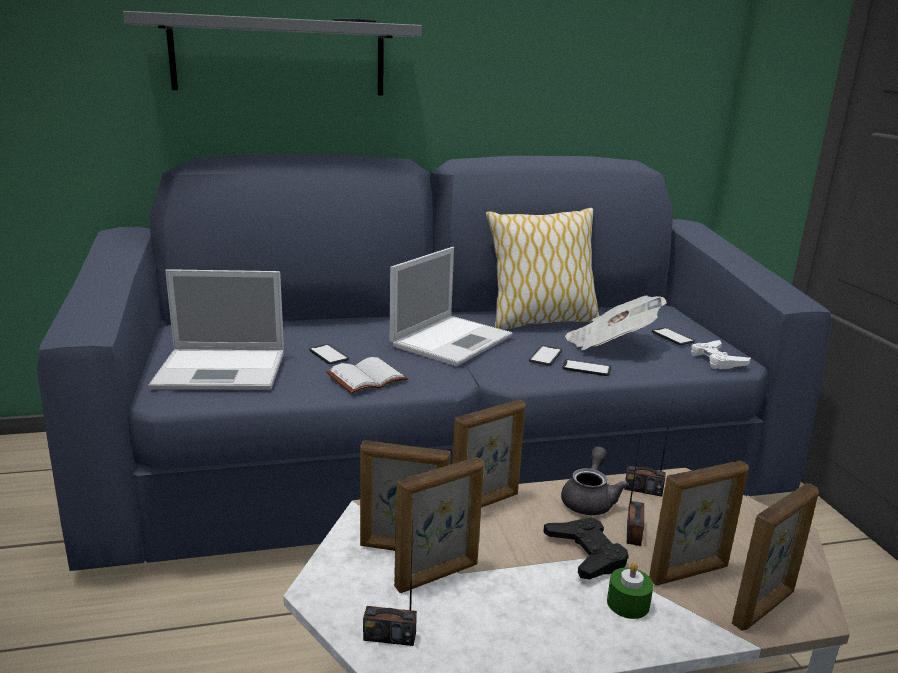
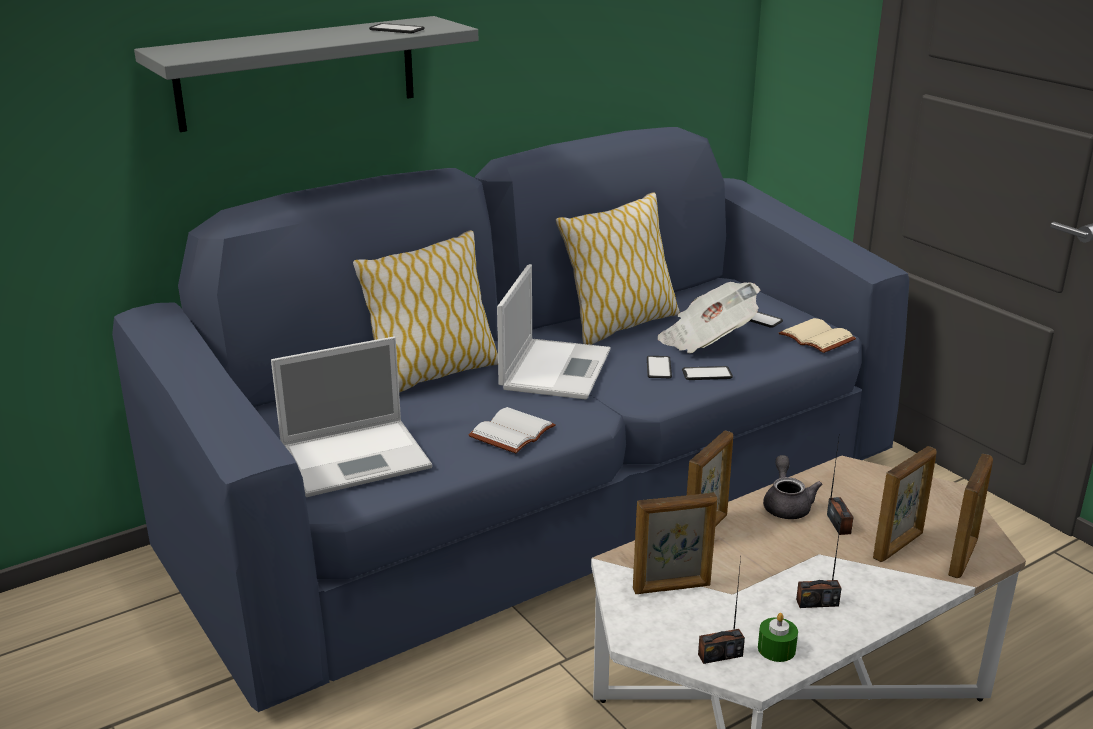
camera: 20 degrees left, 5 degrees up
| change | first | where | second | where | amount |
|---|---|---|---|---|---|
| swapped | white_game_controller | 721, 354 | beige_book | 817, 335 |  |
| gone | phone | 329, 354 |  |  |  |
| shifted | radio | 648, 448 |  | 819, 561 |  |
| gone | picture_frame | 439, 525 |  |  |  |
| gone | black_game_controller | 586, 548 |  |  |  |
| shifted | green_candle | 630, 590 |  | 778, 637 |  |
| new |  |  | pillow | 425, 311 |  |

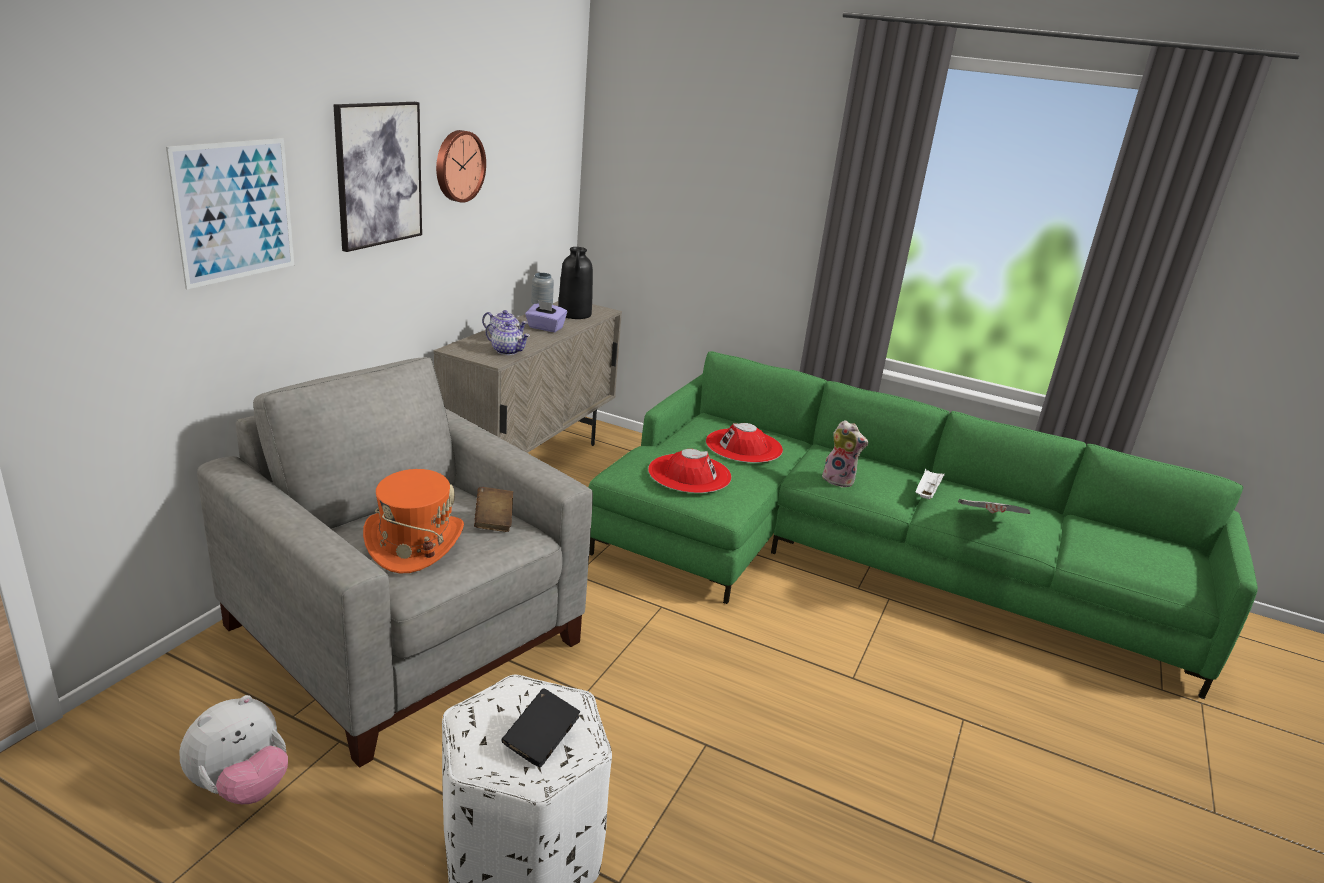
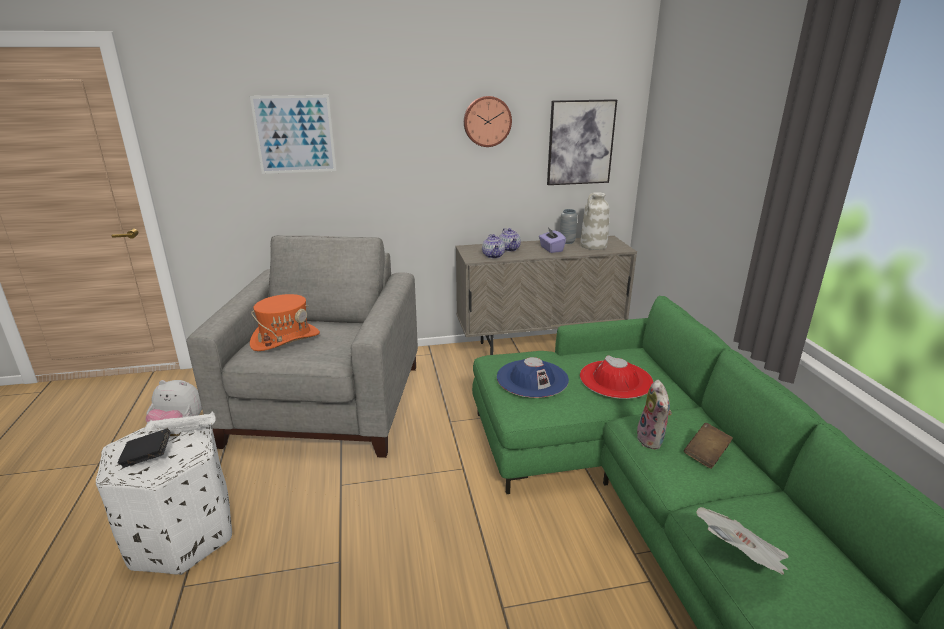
camera: 55 degrees right, 0 degrees up
| change | first | where | second | where | amount |
|---|---|---|---|---|---|
| shifted | picture | 377, 177 |  | 582, 142 |  |
| repainted | black_vase | 575, 283 | white_vase | 595, 221 |  |
| repainted | red_hat | 689, 471 | blue_hat | 533, 377 |  |
| shifted | white_tray | 930, 484 |  | 179, 423 |  |
| shifted | brown_book | 493, 509 |  | 708, 446 |  |

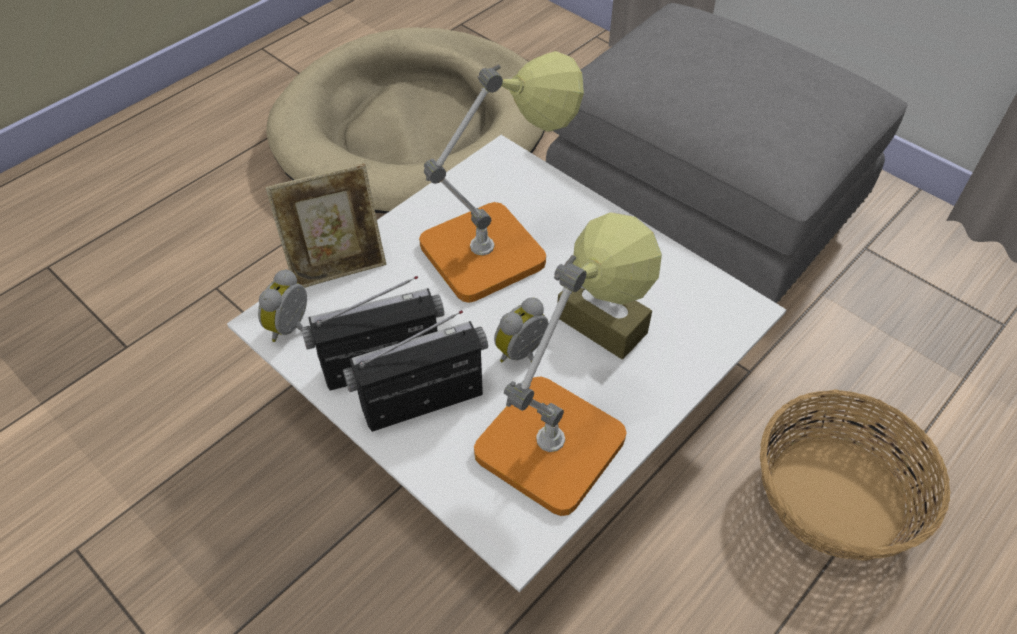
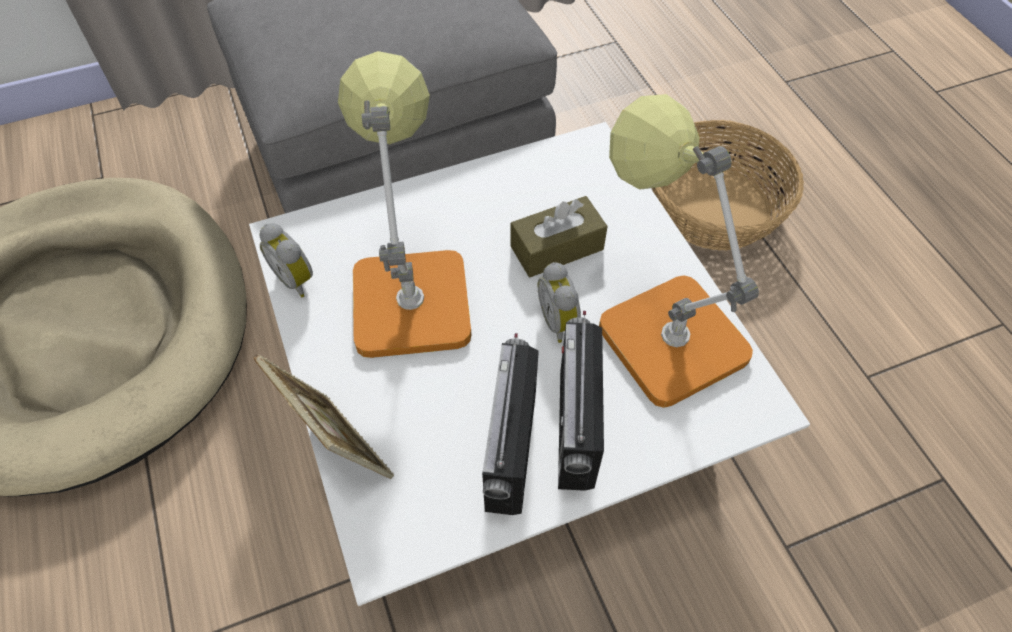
camera: 65 degrees left, 5 degrees up
| change | first | where | second | where | amount |
|---|---|---|---|---|---|
| rotated | picture_frame | 325, 225 |  | 323, 416 | 45 degrees counterclockwise |
| shifted | alarm_clock | 282, 305 |  | 286, 260 |  |

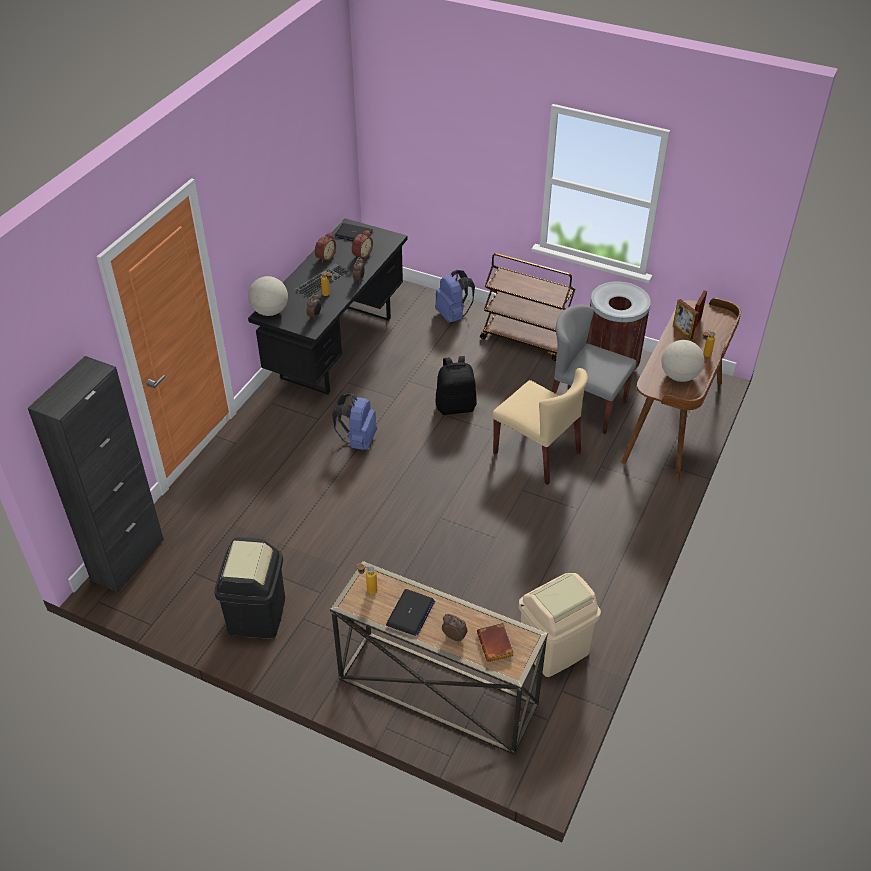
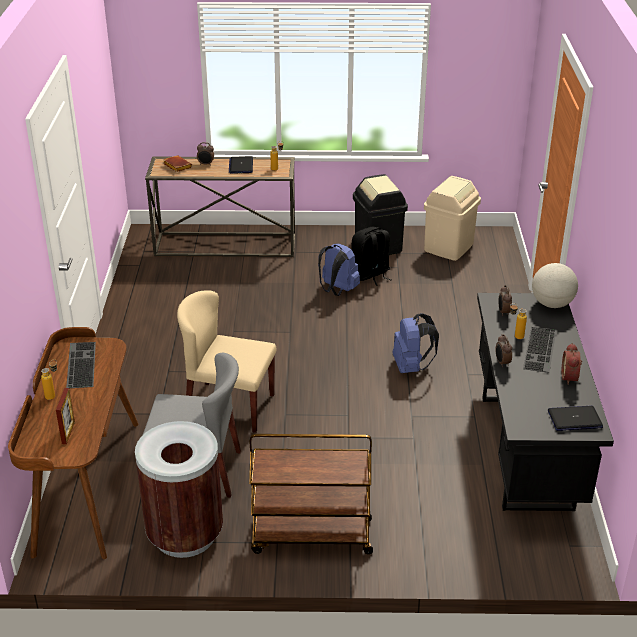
camera: 155 degrees right, 10 degrees down
| change | first | where | second | where | amount |
|---|---|---|---|---|---|
| gone | alarm_clock | 362, 244 |  |  |  |
| shifted | blue_backpack | 455, 296 |  | 339, 269 |  |
| gone | picture_frame | 686, 319 |  |  |  |
| swapped | globe | 682, 361 | keyboard | 81, 365 |  |
| gone | black_cabinet | 96, 474 |  |  |  |
| shifted | black_backpack | 456, 385 |  | 371, 256 |  |
| shifted | beige_trash_can | 560, 625 |  | 452, 218 |  |

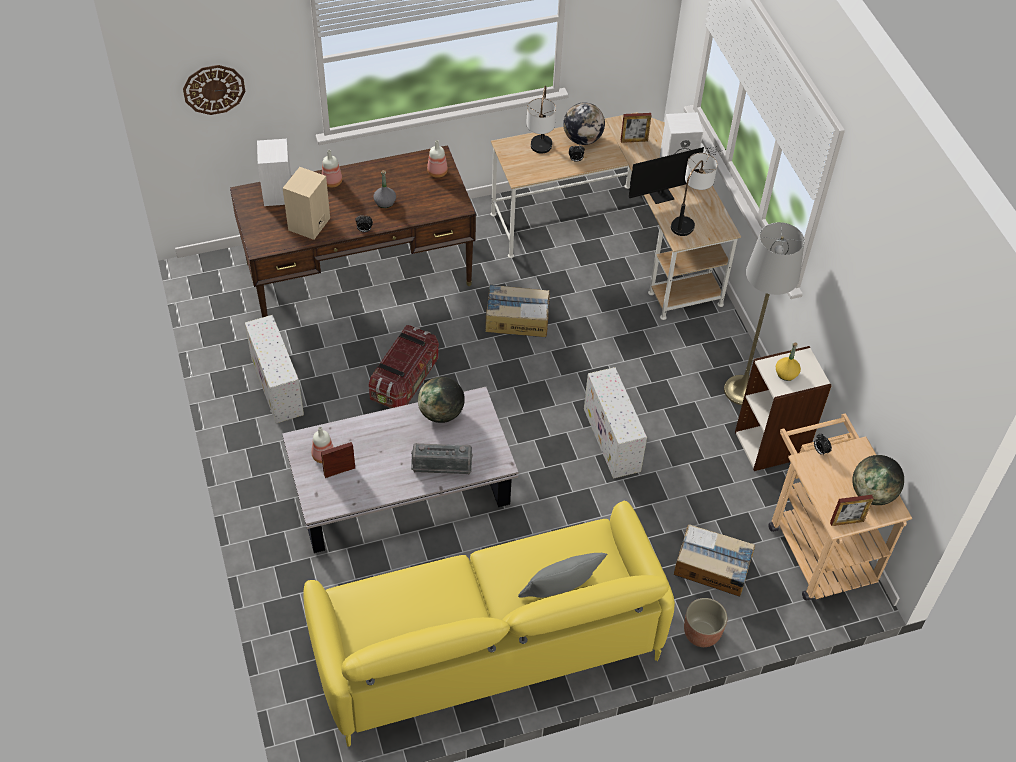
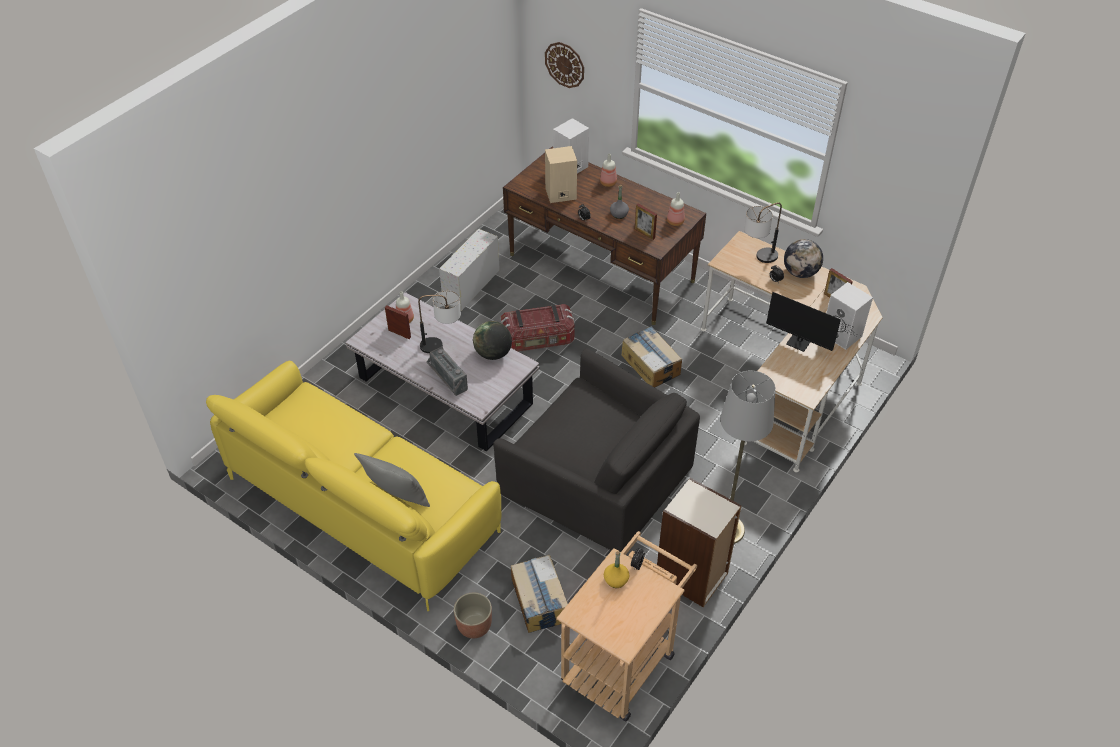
camera: 55 degrees right, 5 degrees down
| change | first | where | second | where | amount |
|---|---|---|---|---|---|
| shifted | table_lamp | 694, 194 |  | 439, 322 |  |
| shifted | yellow_bottle | 788, 362 |  | 616, 569 |  |
| swapped | white_storage_box | 615, 423 | black_armchair | 596, 450 |  |
| gone | globe | 878, 480 |  |  |  |
| shifted | picture_frame | 852, 510 |  | 646, 221 |  |

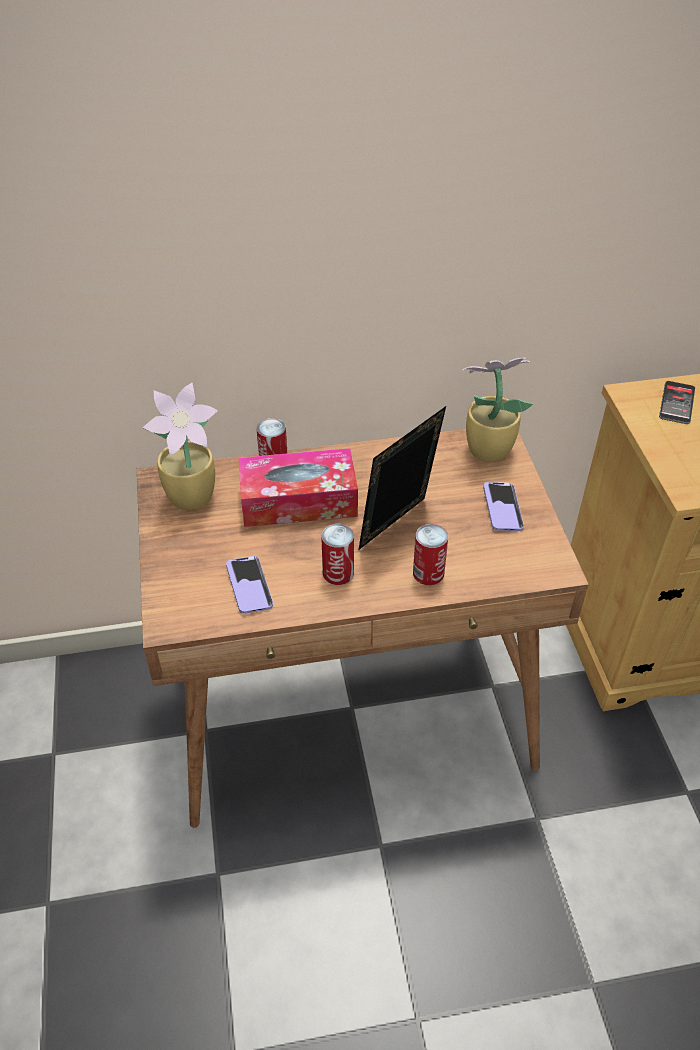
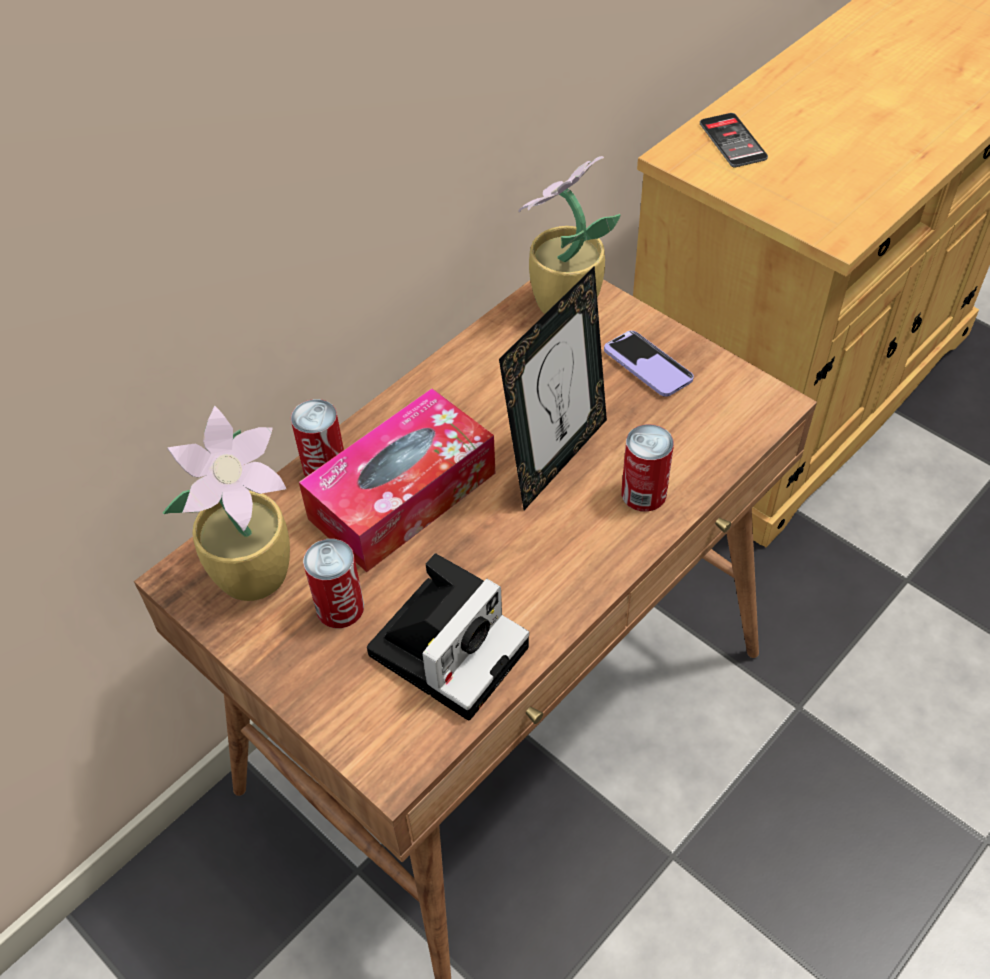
camera: 35 degrees left, 5 degrees up
| change | first | where | second | where | amount |
|---|---|---|---|---|---|
| rotated | picture_frame | 402, 478 |  | 553, 388 | 150 degrees counterclockwise |
| shifted | can | 337, 554 |  | 333, 583 |  |
| swapped | phone | 249, 585 | photo_camera | 448, 637 |  |

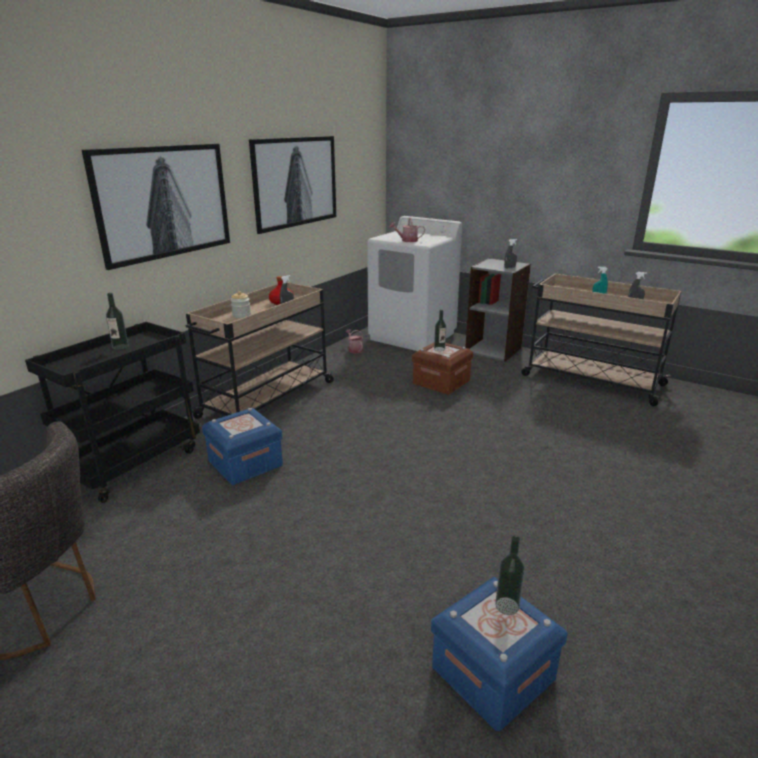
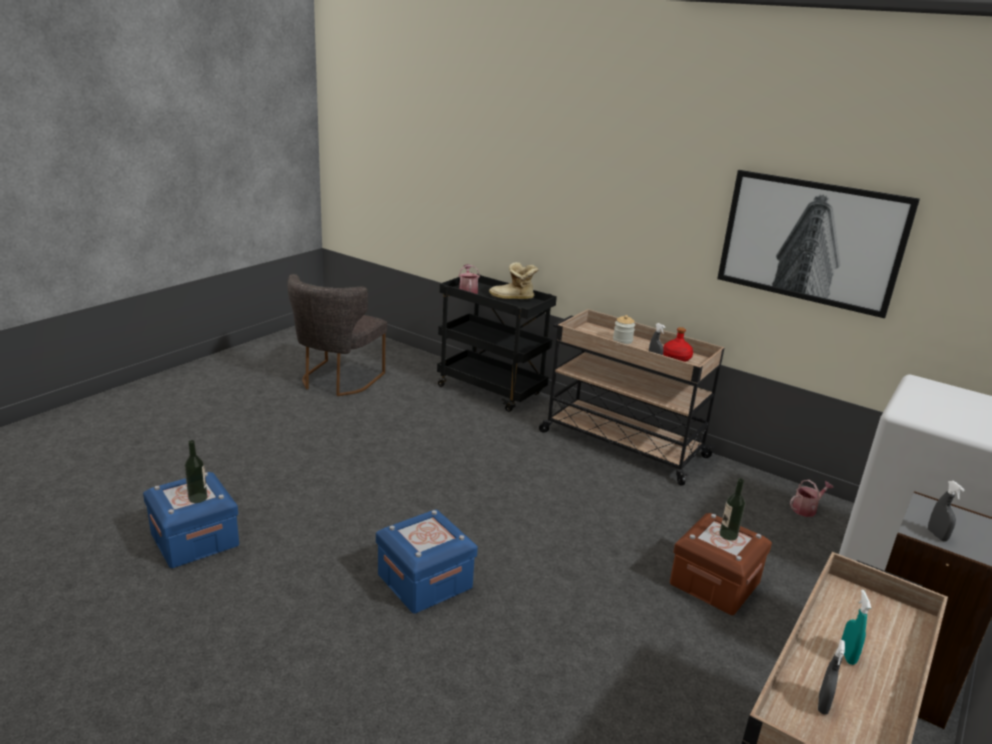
camera: 90 degrees right, 0 degrees up
| change | first | where | second | where | amount |
|---|---|---|---|---|---|
| gone | picture | 156, 207 |  |  |  |
| shifted | watering_can | 407, 229 |  | 469, 279 |  |
| swapped | bottle | 117, 321 | boot | 513, 280 |  |
| shifted | blue_storage_box | 242, 446 |  | 427, 561 |  |

